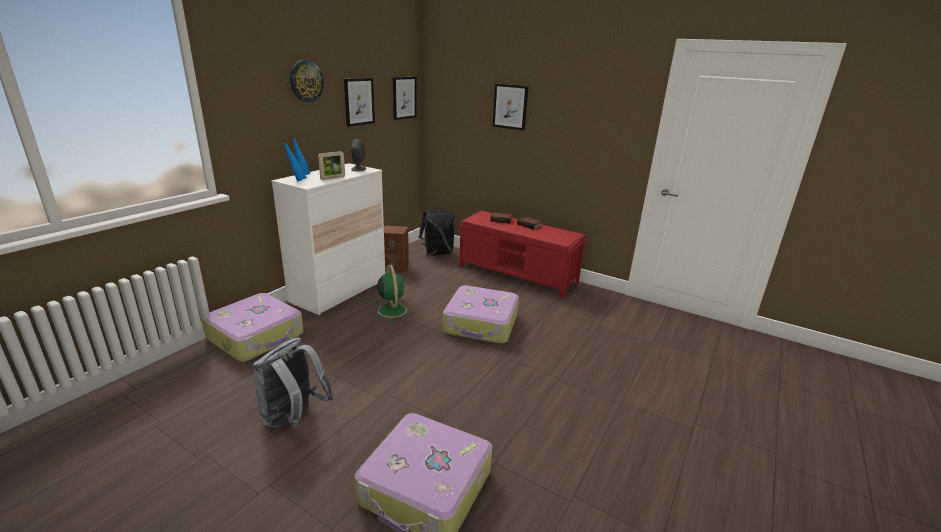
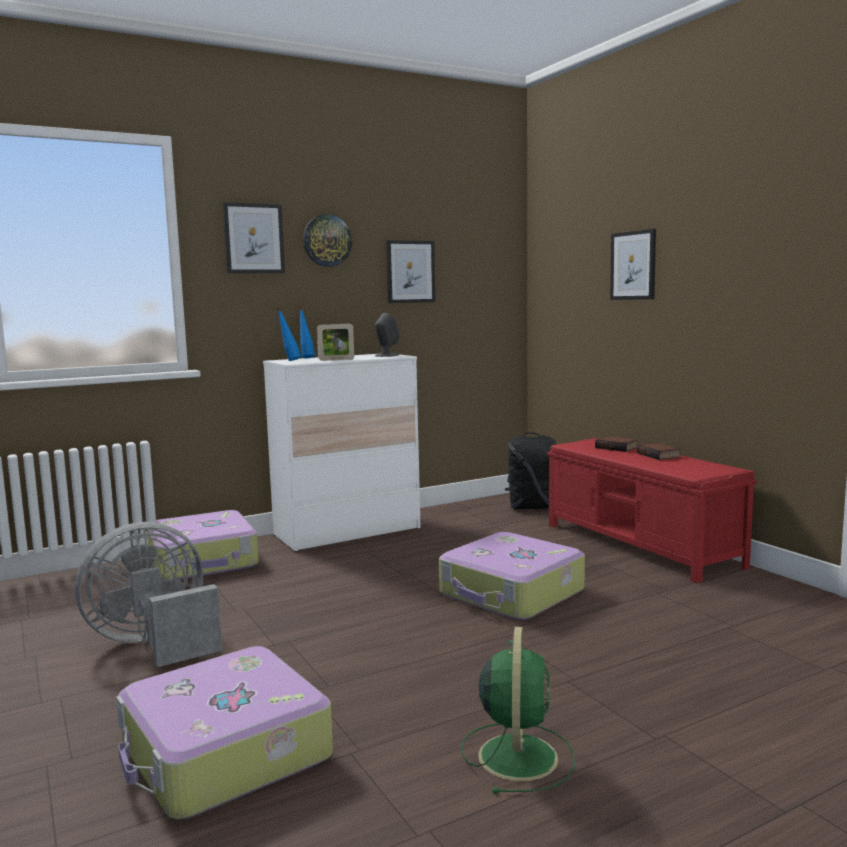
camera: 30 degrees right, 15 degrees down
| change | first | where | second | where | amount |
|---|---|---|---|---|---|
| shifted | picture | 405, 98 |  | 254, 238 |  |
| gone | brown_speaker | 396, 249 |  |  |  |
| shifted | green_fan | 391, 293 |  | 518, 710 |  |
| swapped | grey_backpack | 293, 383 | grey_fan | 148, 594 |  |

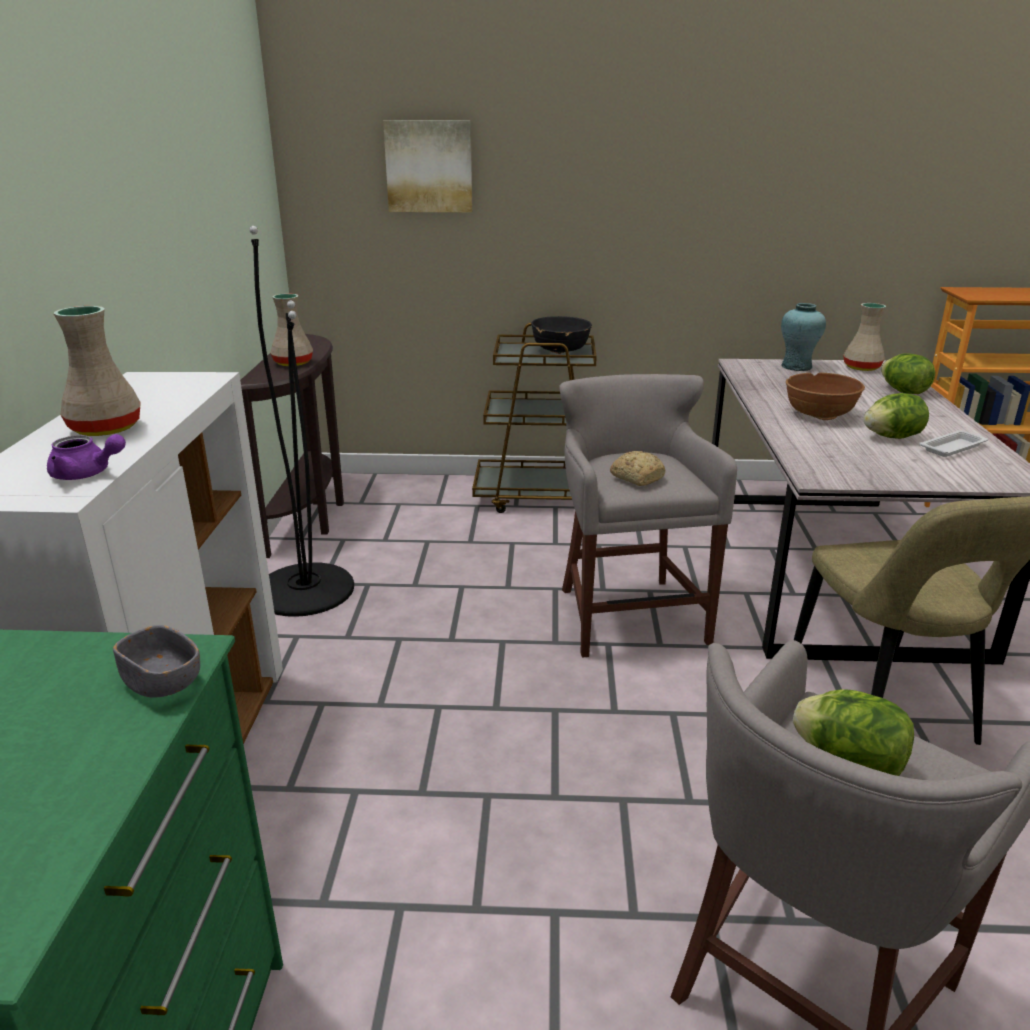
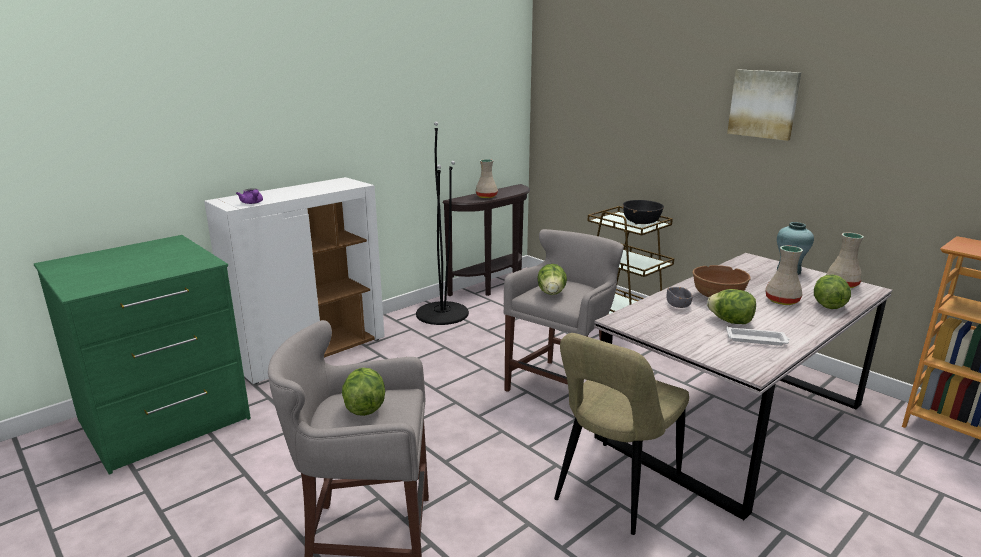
camera: 45 degrees right, 5 degrees down
| change | first | where | second | where | amount |
|---|---|---|---|---|---|
| shifted | picture | 427, 166 |  | 764, 105 |  |
| shifted | beige_vase | 97, 371 |  | 784, 275 |  |
| swapped | bread | 638, 468 | lettuce | 552, 279 |  |
| shifted | grey_bowl | 156, 661 |  | 679, 297 |  |

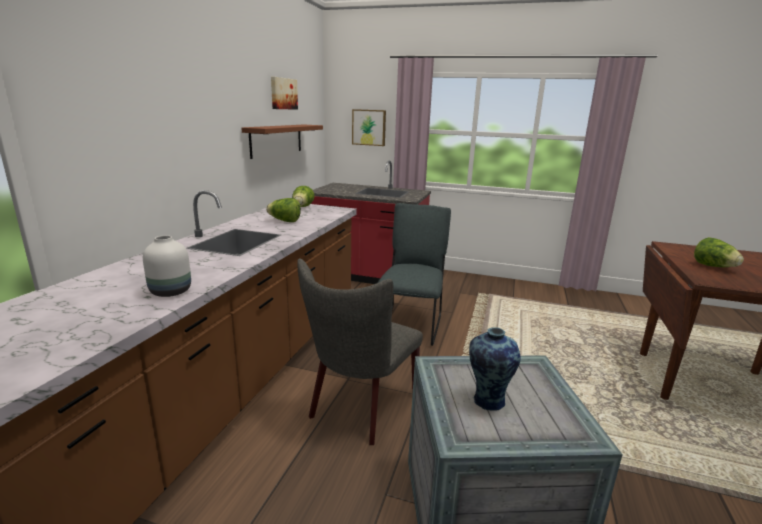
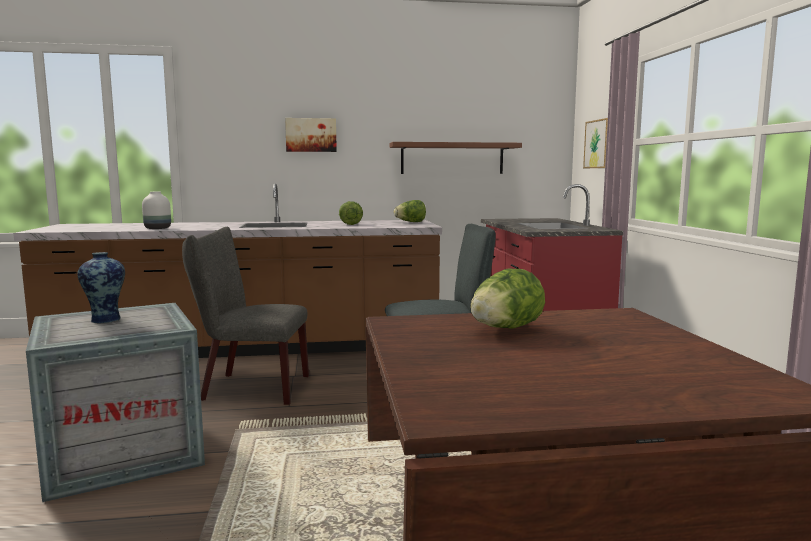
camera: 65 degrees right, 10 degrees down
| change | first | where | second | where | amount |
|---|---|---|---|---|---|
| shifted | picture | 284, 93 |  | 311, 135 |  |

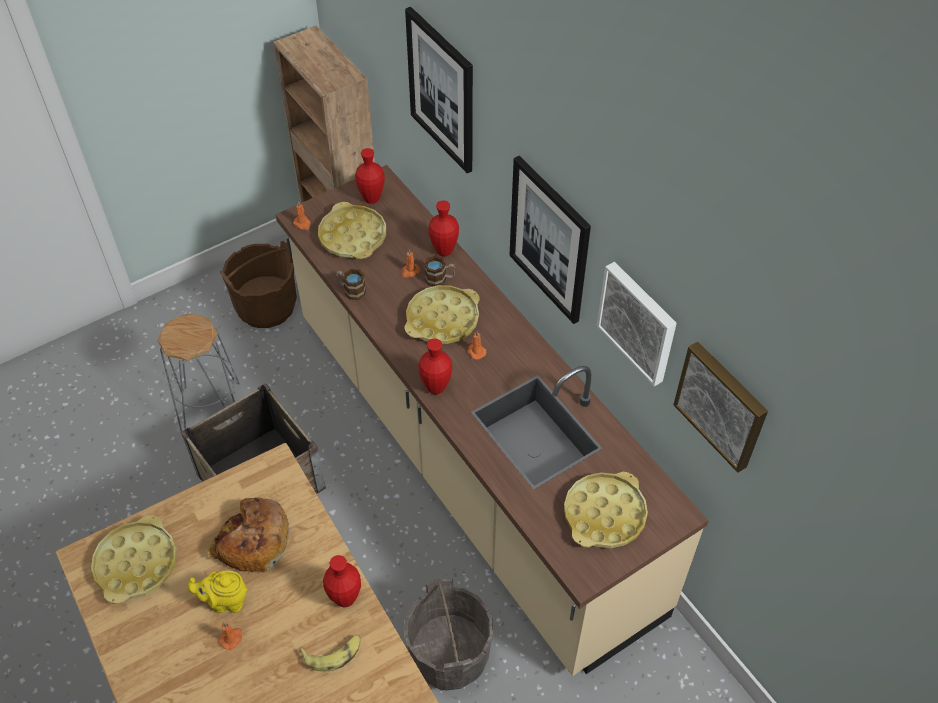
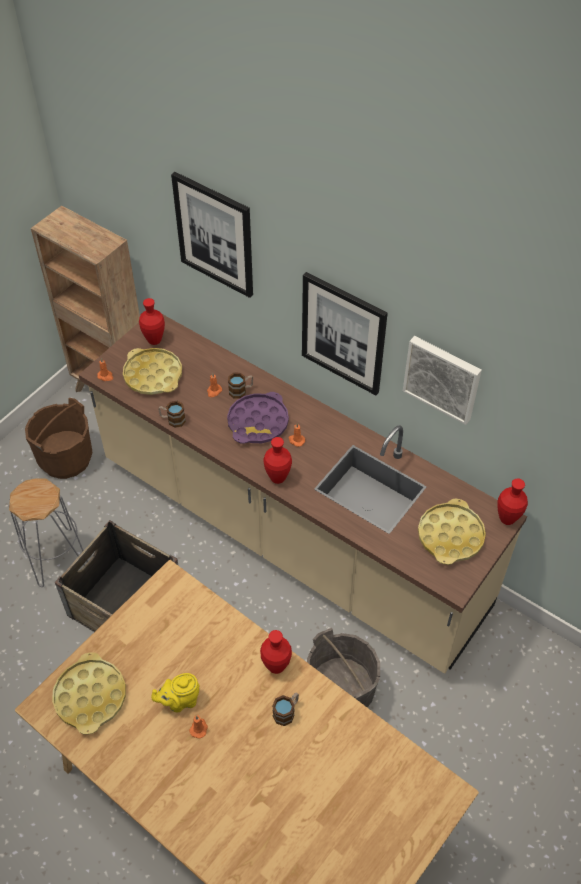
camera: 20 degrees left, 0 degrees up
| change | first | where | second | where | amount |
|---|---|---|---|---|---|
| shifted | red_vase | 443, 228 |  | 512, 501 |  |
| repainted | yellow_tray | 442, 314 | purple_tray | 258, 418 |  |
| gone | picture | 720, 407 |  |  |  |
| gone | bread | 248, 535 |  |  |  |
| swapped | banana | 330, 653 | mug | 285, 709 |  |

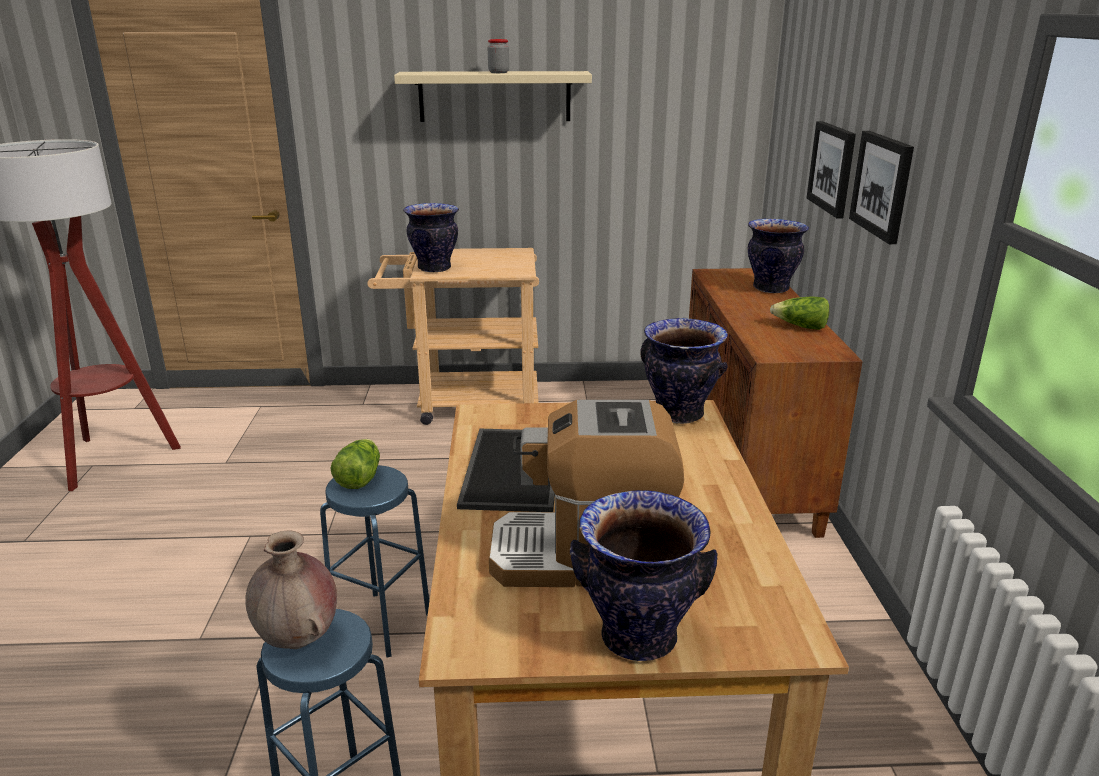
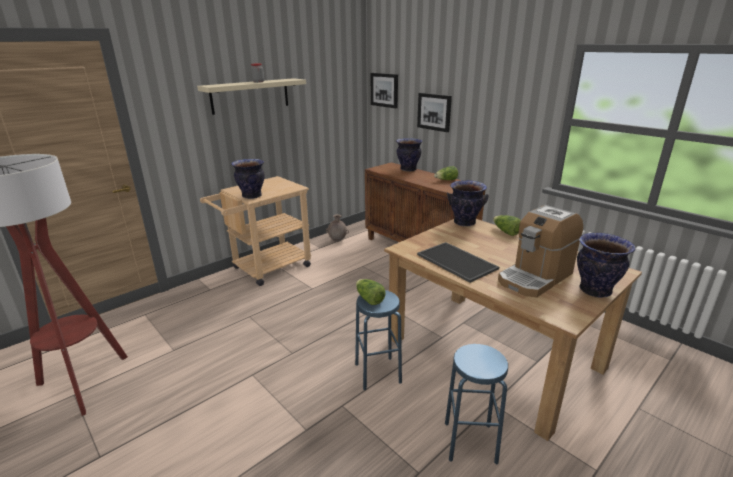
camera: 40 degrees left, 0 degrees up
| change | first | where | second | where | amount |
|---|---|---|---|---|---|
| shifted | picture | 881, 187 |  | 384, 90 |  |
| shifted | brown_vase | 291, 589 |  | 337, 228 |  |
| new |  |  | lettuce | 507, 225 |  |

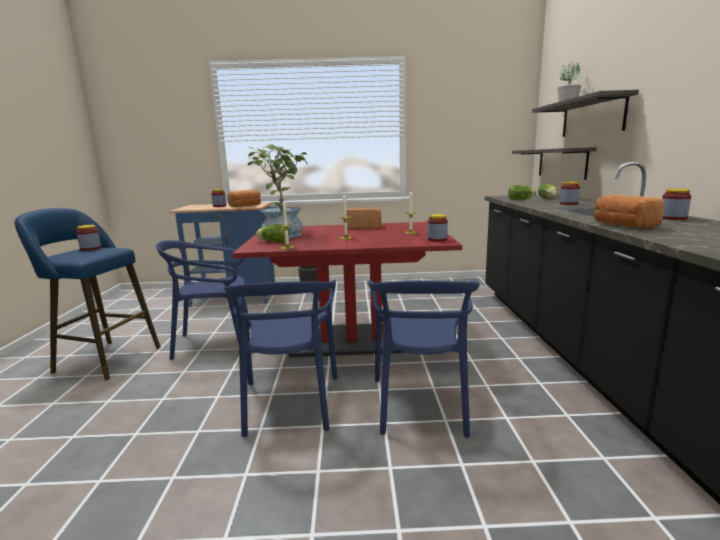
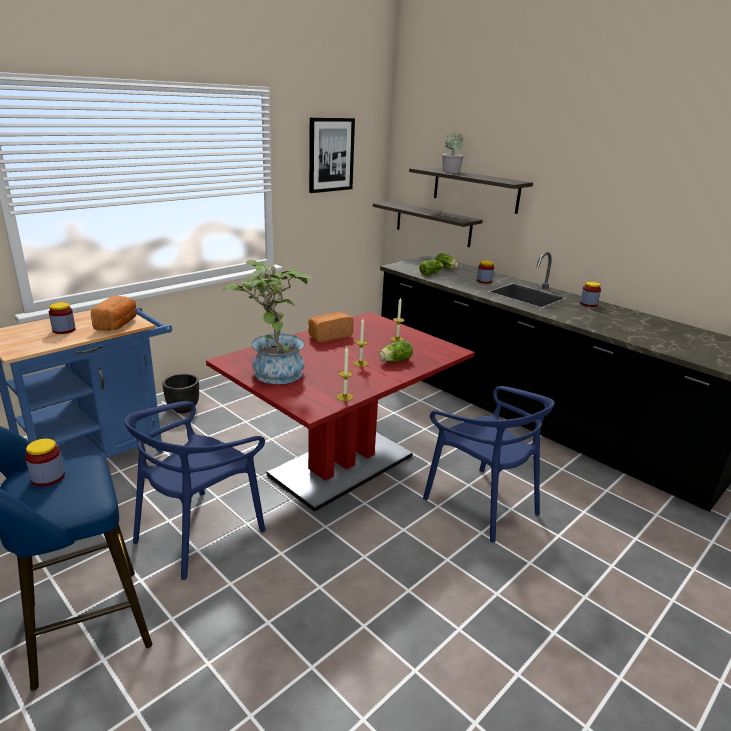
camera: 45 degrees left, 10 degrees up
| change | first | where | second | where | amount |
|---|---|---|---|---|---|
| gone | bread | 629, 211 |  |  |  |
| gone | jar | 438, 228 |  |  |  |
| shifted | lettuce | 272, 233 |  | 396, 351 |  |
| gone | blue_chair | 280, 358 |  |  |  |
| new |  |  | picture | 332, 155 |  |

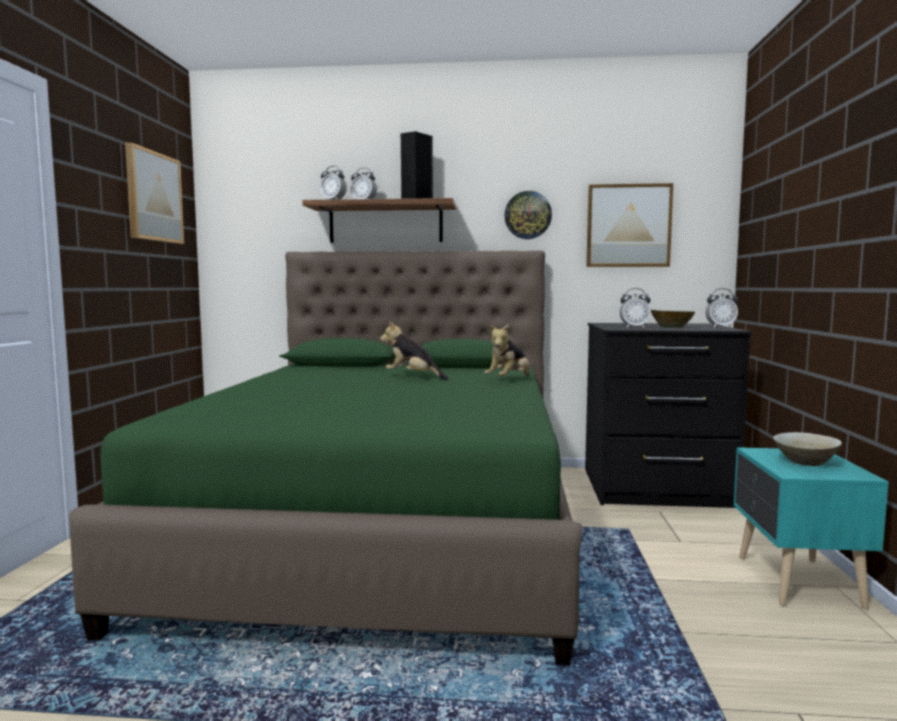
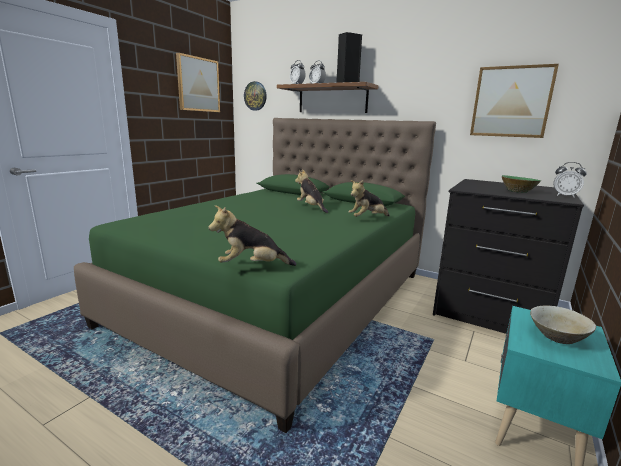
camera: 25 degrees right, 10 degrees up
| change | first | where | second | where | amount |
|---|---|---|---|---|---|
| shifted | wall_clock | 528, 215 |  | 255, 96 |  |
| gone | alarm_clock | 635, 308 |  |  |  |
| new |  |  | plush_toy | 252, 235 |  |

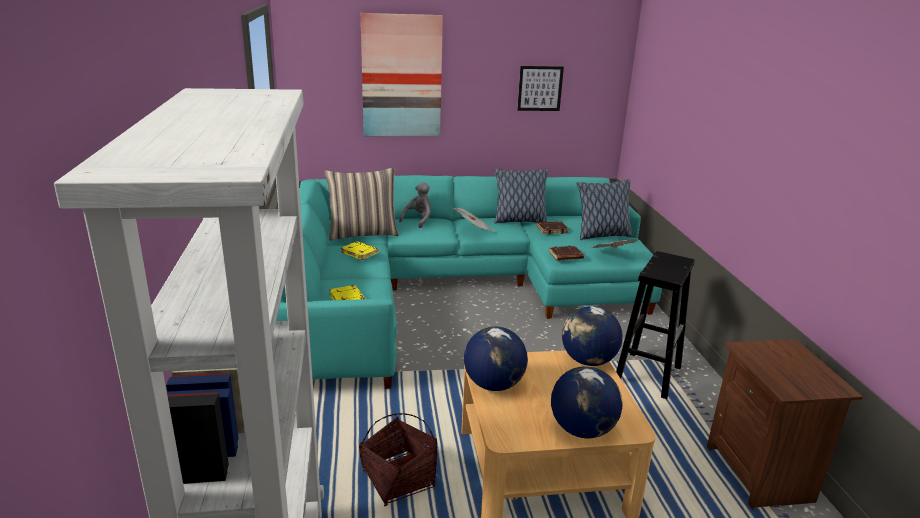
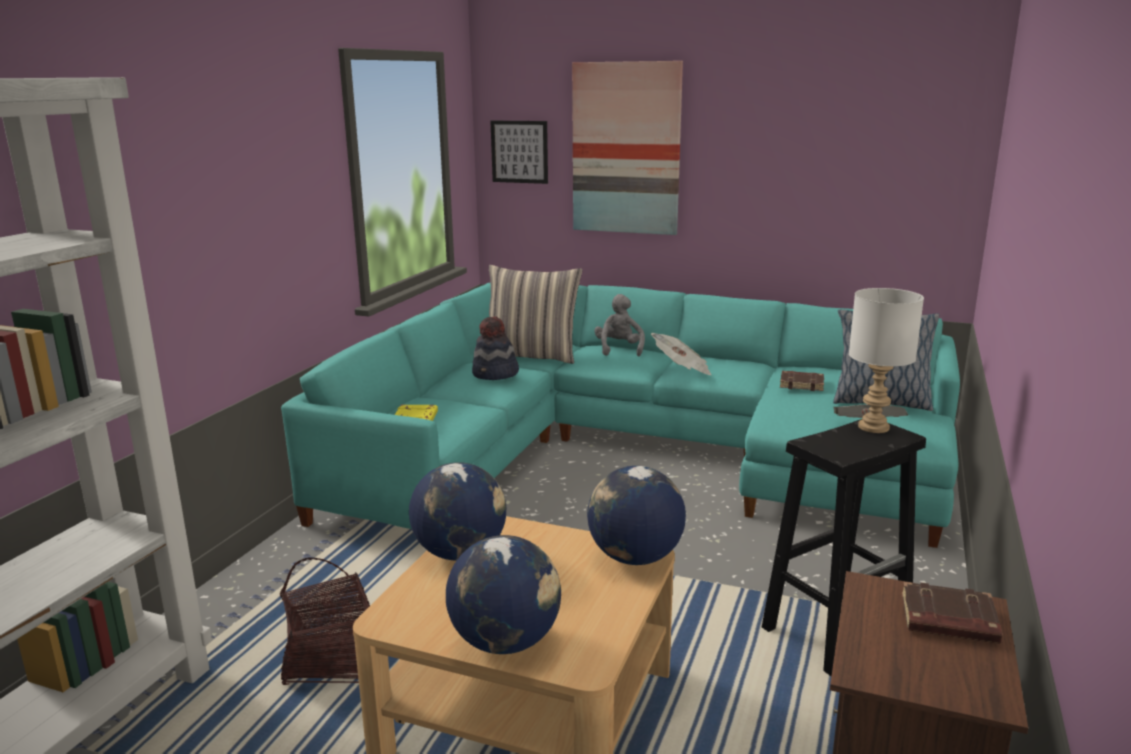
camera: 30 degrees right, 5 degrees down
| change | first | where | second | where | amount |
|---|---|---|---|---|---|
| shifted | picture | 540, 88 |  | 519, 152 |  |
| gone | pillow | 521, 196 |  |  |  |
| rotated | grey_plush_toy | 415, 205 |  | 619, 325 | 60 degrees counterclockwise |
| swapped | yellow_book | 360, 250 | hat | 495, 348 |  |
| shifted | brown_book | 566, 253 |  | 952, 613 |  |
| new |  |  | white_table_lamp | 886, 360 |  |

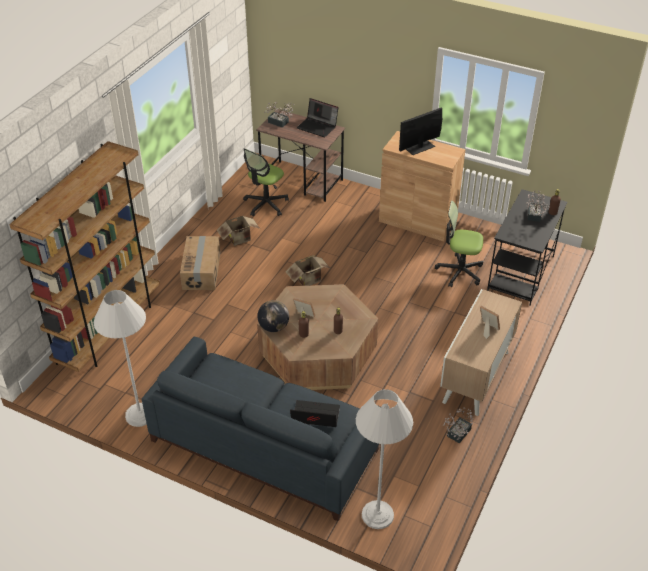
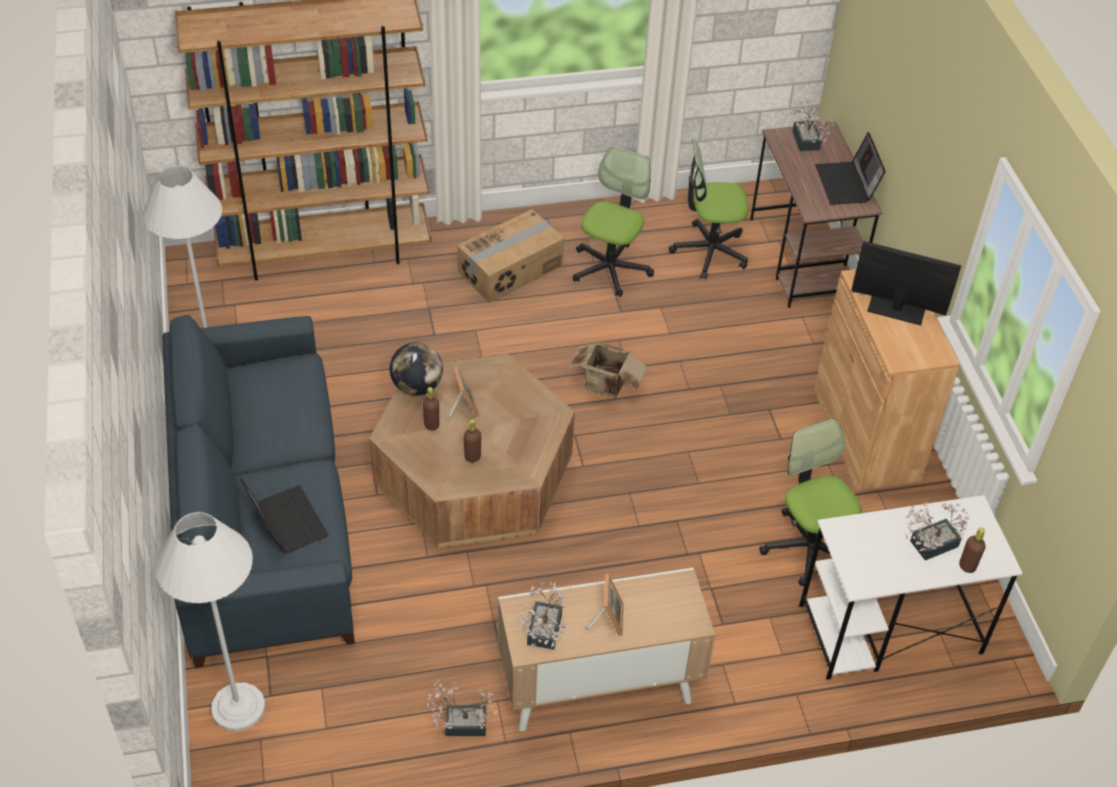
camera: 50 degrees right, 5 degrees up
| change | first | where | second | where | amount |
|---|---|---|---|---|---|
| repainted | black_desk | 527, 247 | white_desk | 911, 587 |  |
| swapped | cardboard_box | 238, 231 | office_chair | 613, 221 |  |
| new |  |  | potted_plant | 544, 616 |  |

